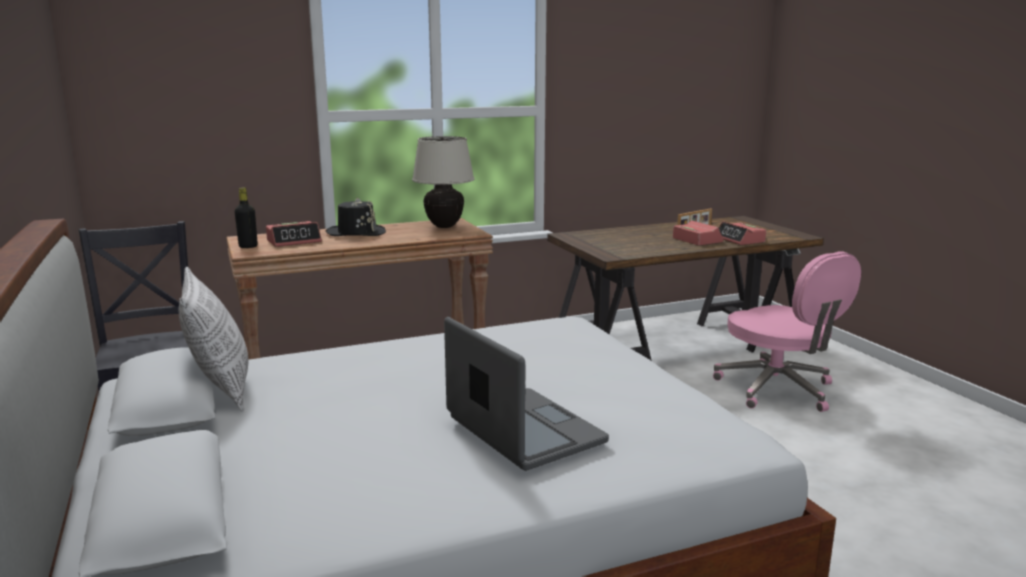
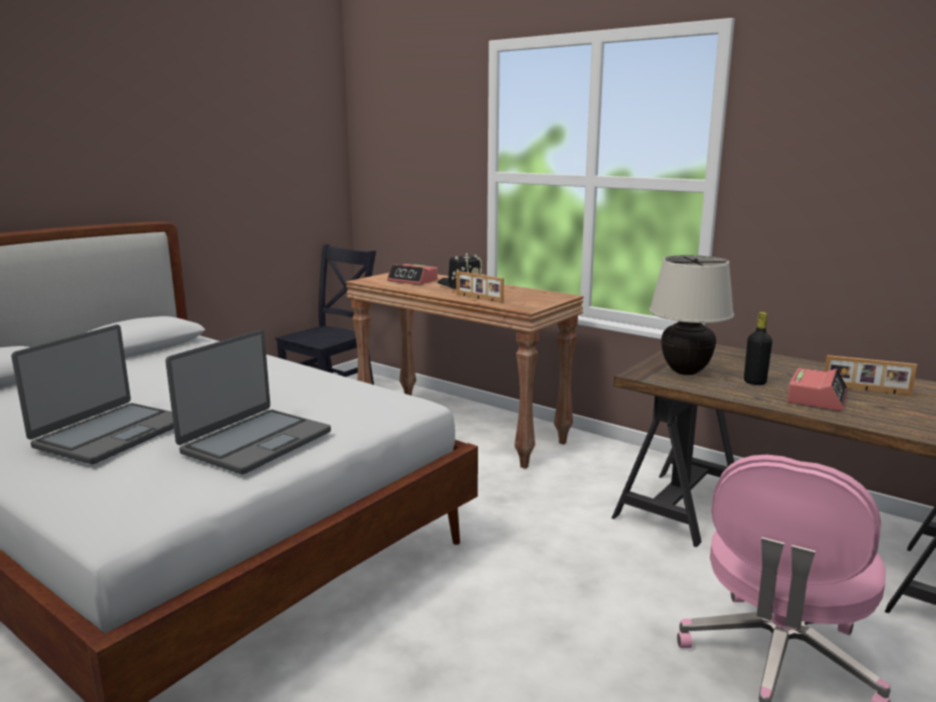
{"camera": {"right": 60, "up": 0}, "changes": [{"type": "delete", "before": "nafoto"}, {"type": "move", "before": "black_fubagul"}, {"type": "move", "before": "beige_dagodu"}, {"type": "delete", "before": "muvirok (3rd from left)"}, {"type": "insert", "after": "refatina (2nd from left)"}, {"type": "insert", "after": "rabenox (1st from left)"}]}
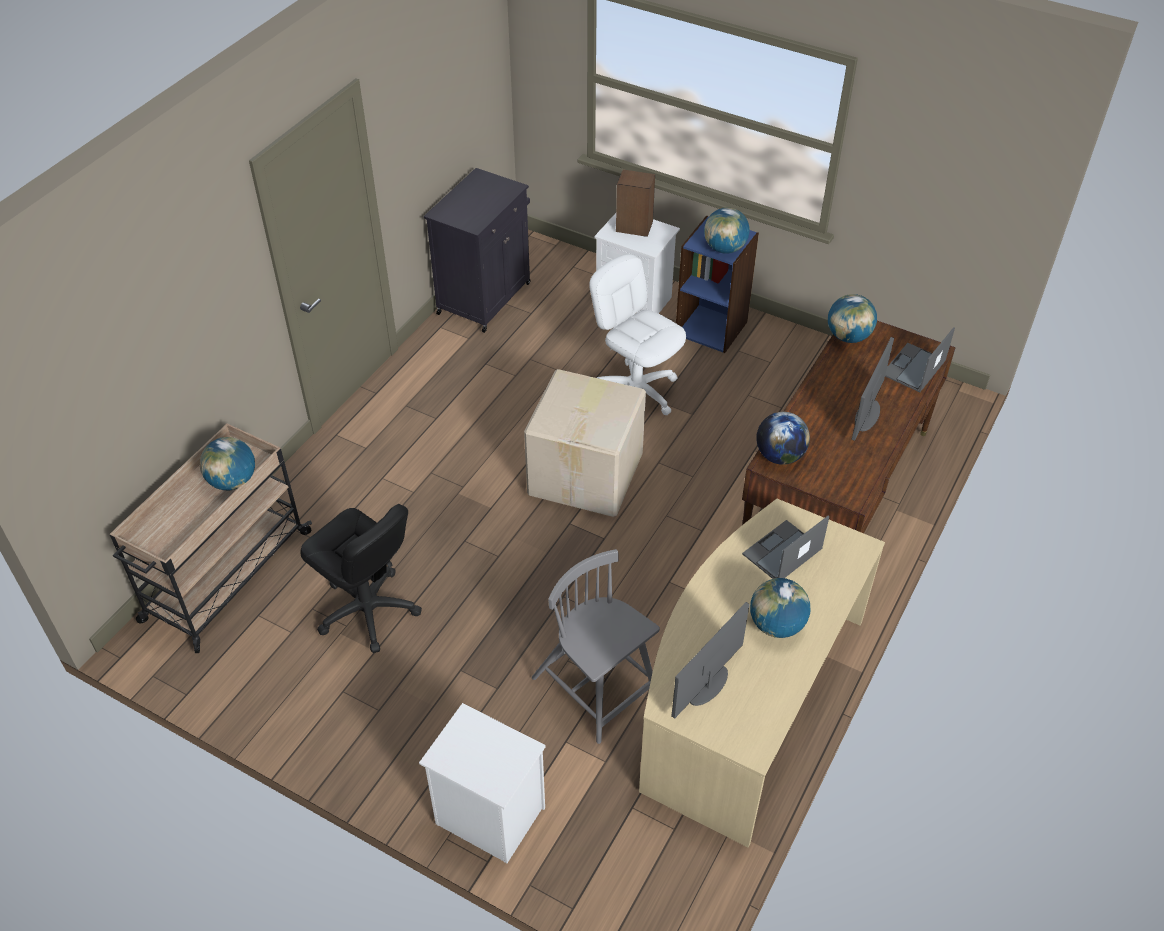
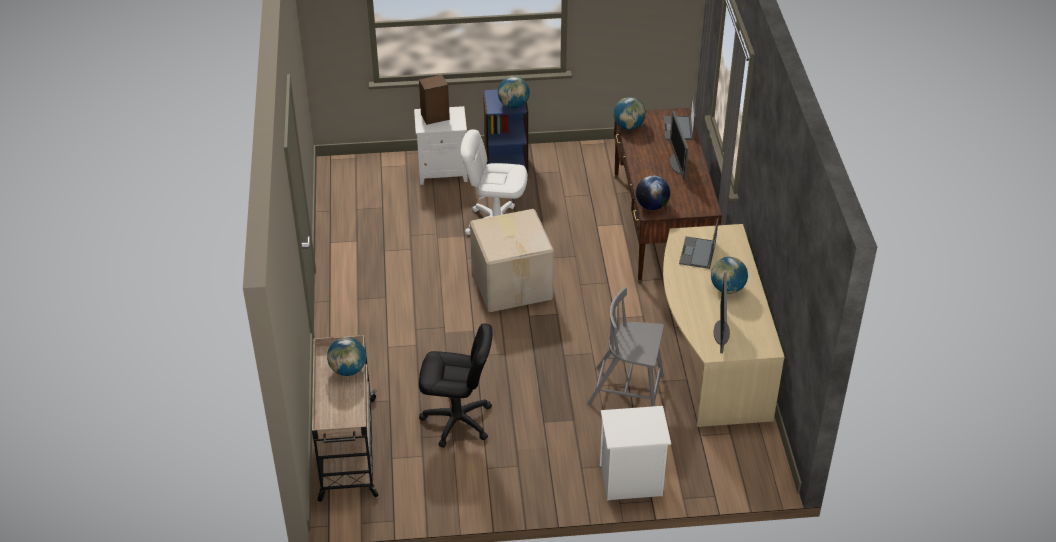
{"camera": {"right": -35, "up": -5}, "changes": [{"type": "delete", "before": "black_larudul"}]}
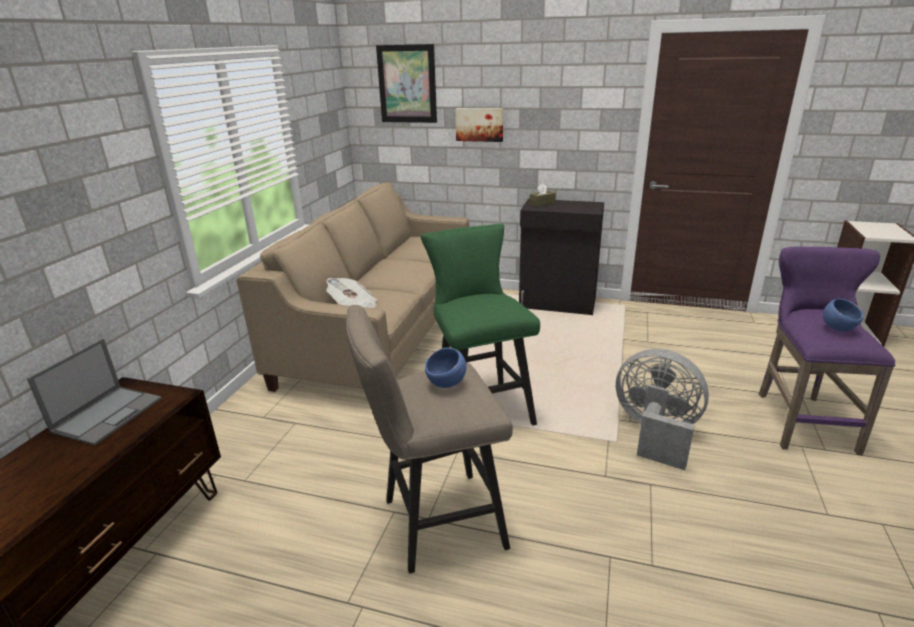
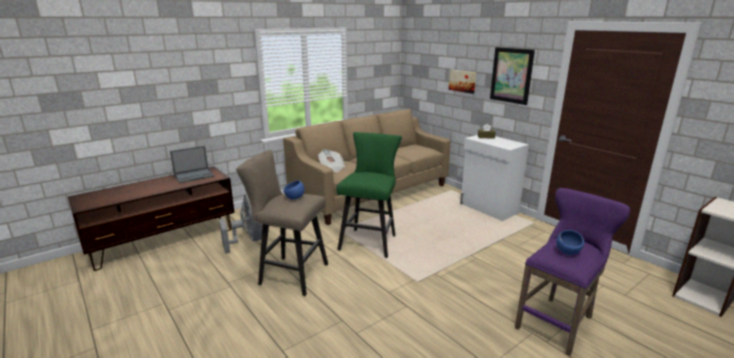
{"camera": {"right": 35, "up": -5}, "changes": [{"type": "move", "before": "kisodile (1st from left in the first image)", "after": "kisodile (2nd from left)"}, {"type": "recolor", "before": "black_larudul", "after": "white_larudul"}, {"type": "move", "before": "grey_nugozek"}]}
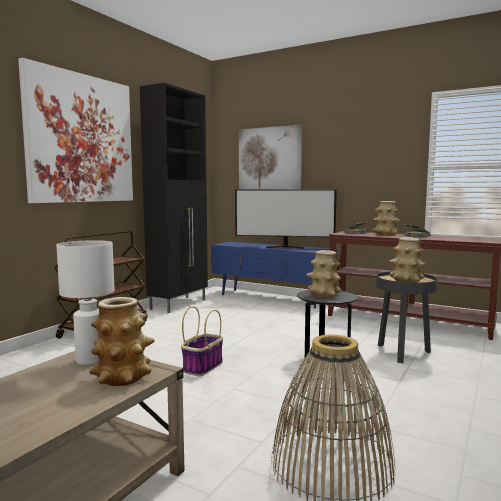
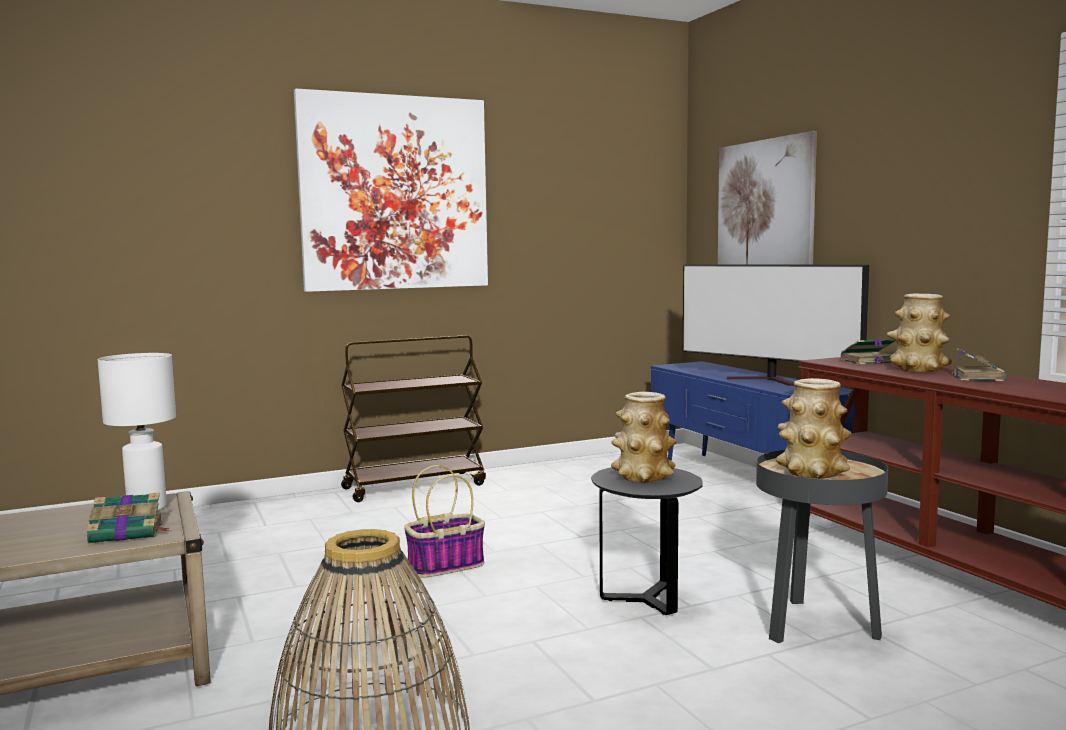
{"camera": {"right": 35, "up": 0}, "changes": [{"type": "replace", "before": "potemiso (1st from left)", "after": "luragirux (1st from left)"}, {"type": "delete", "before": "black_larudul"}]}
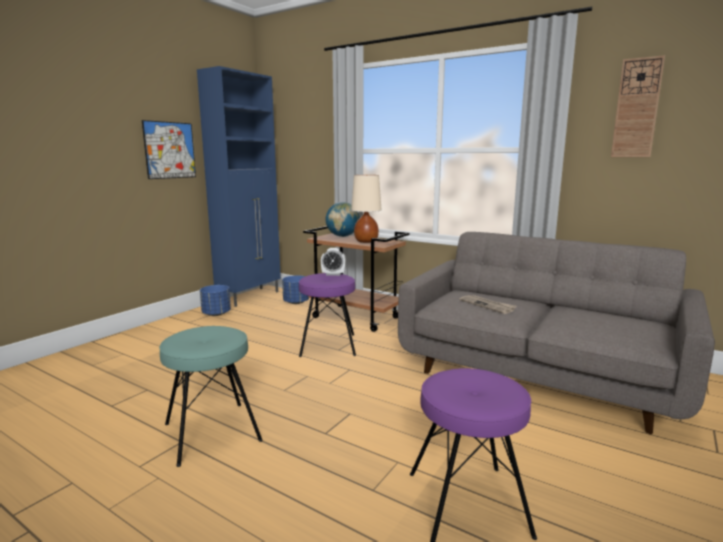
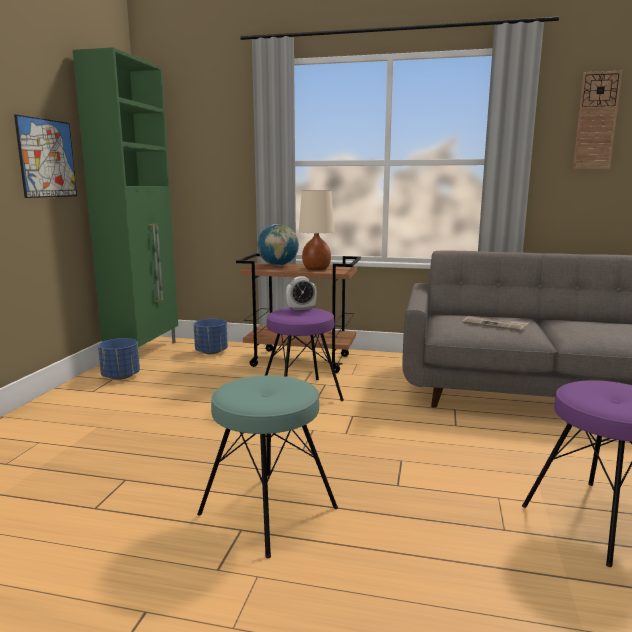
{"camera": {"right": -20, "up": 0}, "changes": [{"type": "recolor", "before": "blue_larudul", "after": "green_larudul"}]}
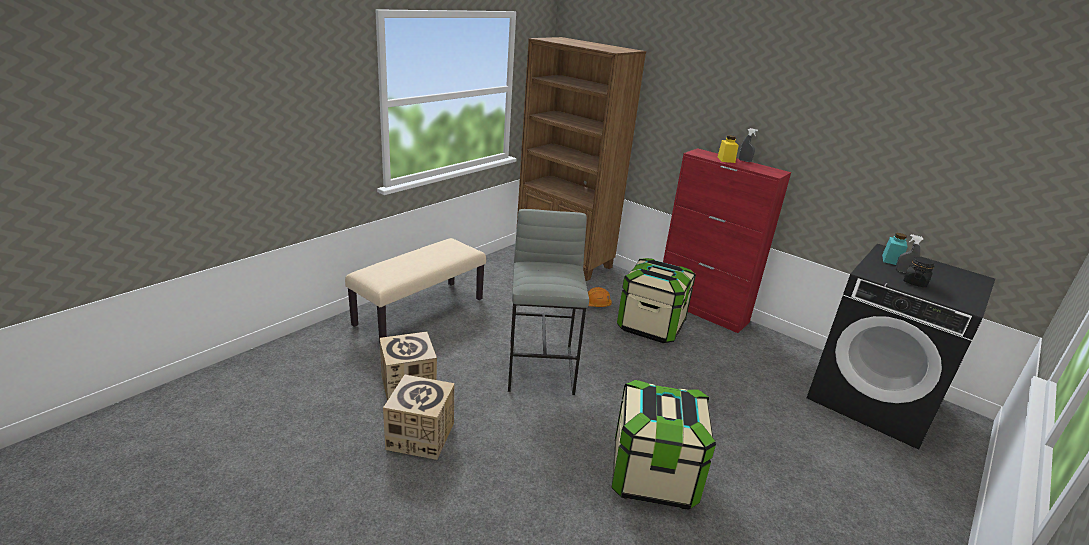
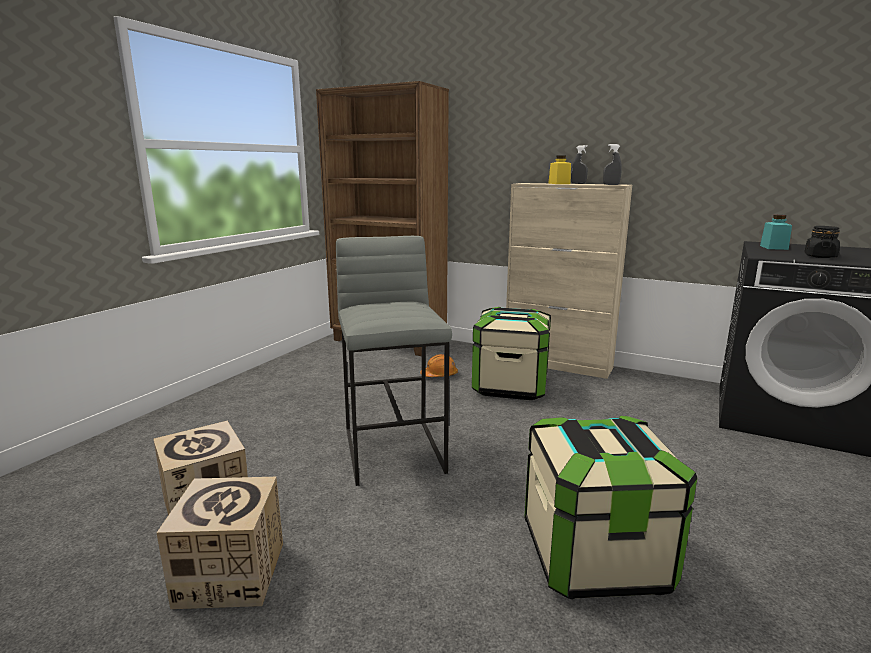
{"camera": {"right": -10, "up": -10}, "changes": [{"type": "delete", "before": "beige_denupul"}, {"type": "recolor", "before": "red_larudul", "after": "beige_larudul"}, {"type": "move", "before": "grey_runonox (2nd from left)"}]}
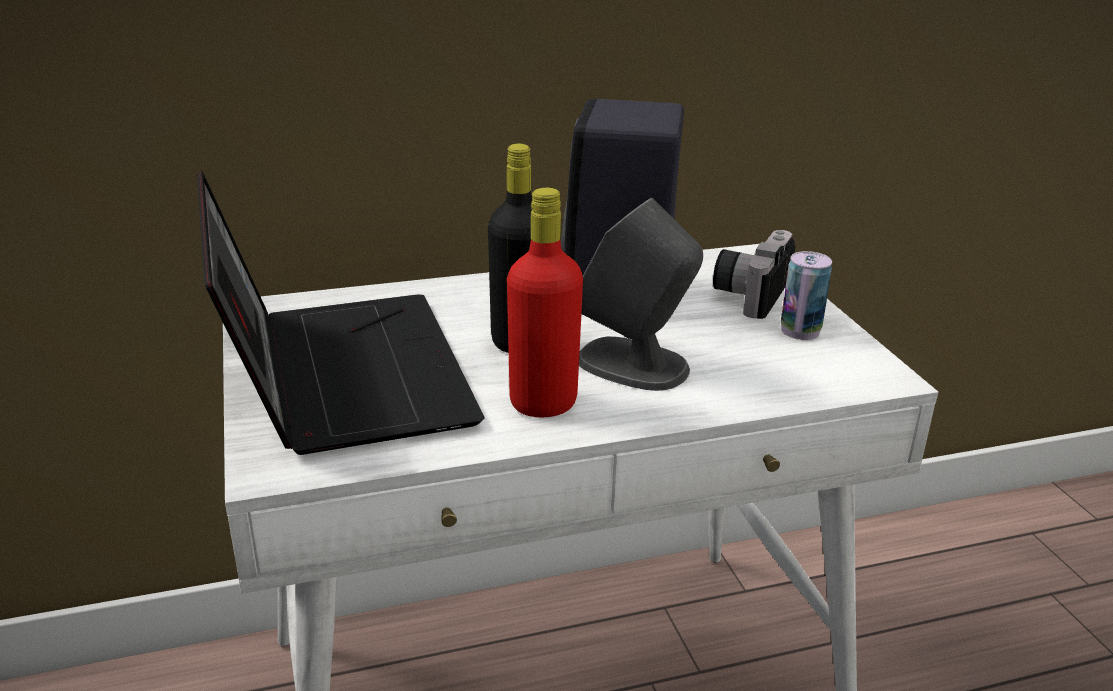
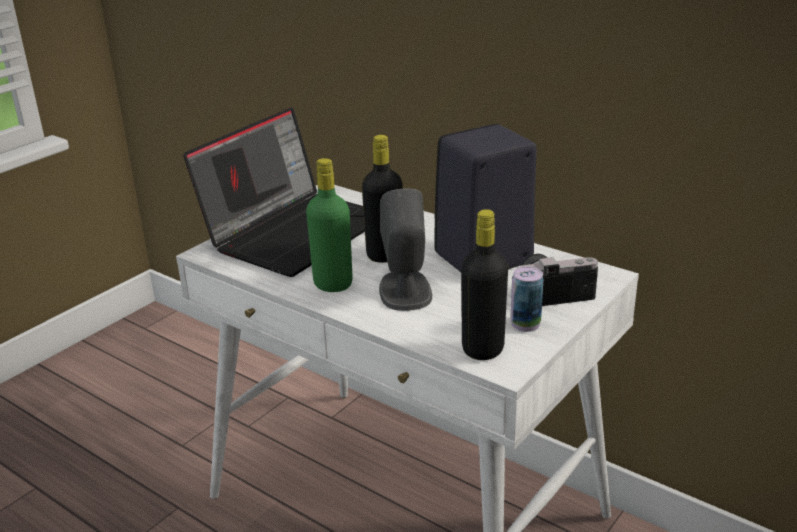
{"camera": {"right": 55, "up": 0}, "changes": [{"type": "recolor", "before": "red_fubagul", "after": "green_fubagul"}, {"type": "insert", "after": "black_fubagul (2nd from left)"}]}
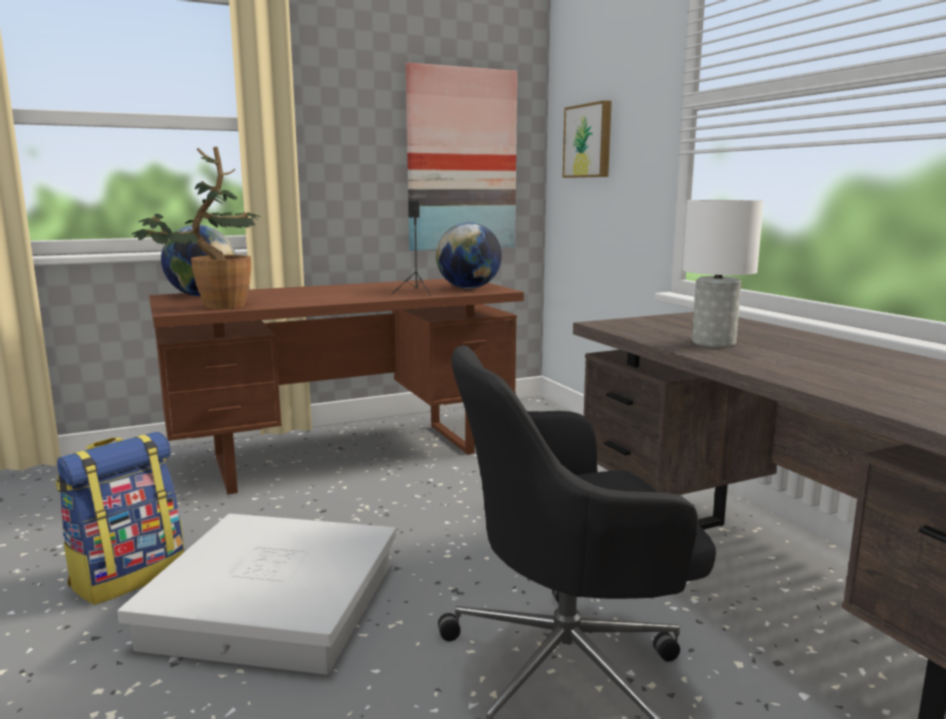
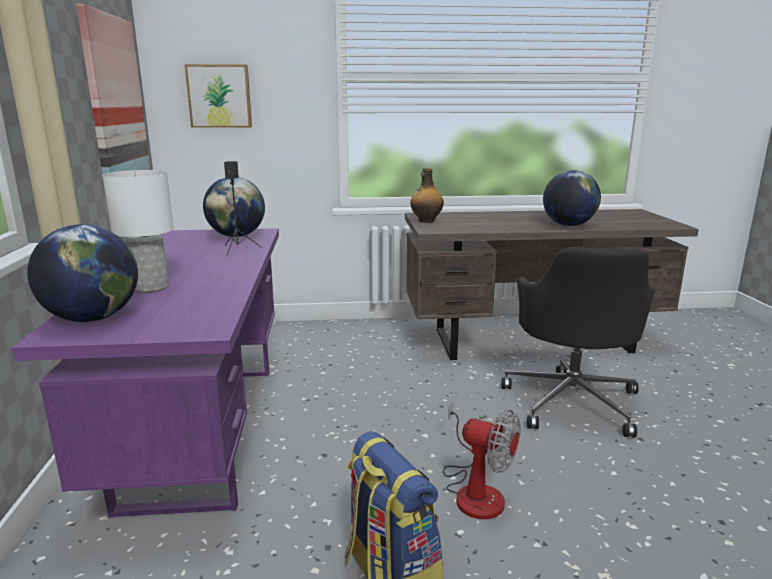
{"camera": {"right": -70, "up": 5}, "changes": [{"type": "replace", "before": "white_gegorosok", "after": "nugozek"}, {"type": "delete", "before": "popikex"}, {"type": "recolor", "before": "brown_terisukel (1st from left)", "after": "purple_terisukel"}, {"type": "move", "before": "white_dagodu"}, {"type": "insert", "after": "fubagul"}, {"type": "insert", "after": "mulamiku (3rd from left)"}]}
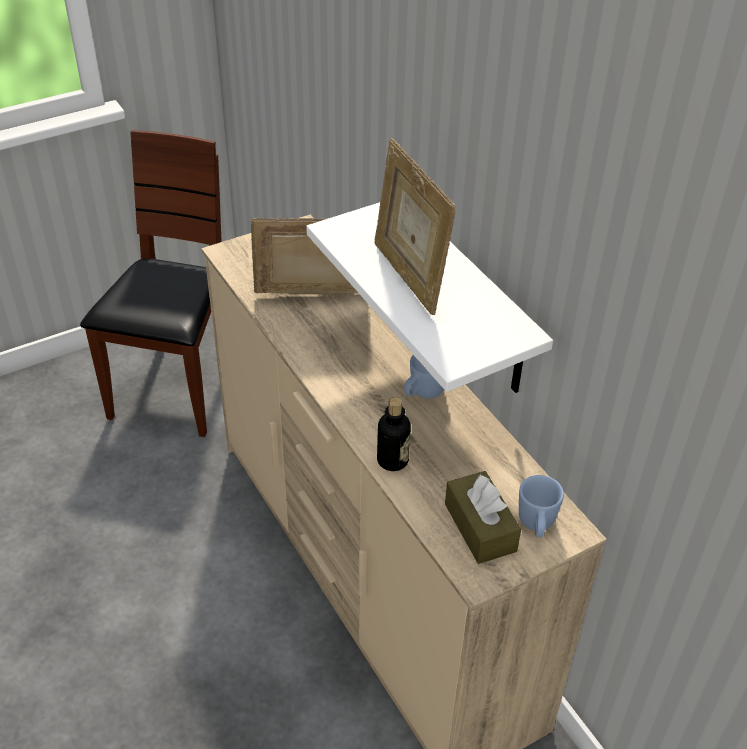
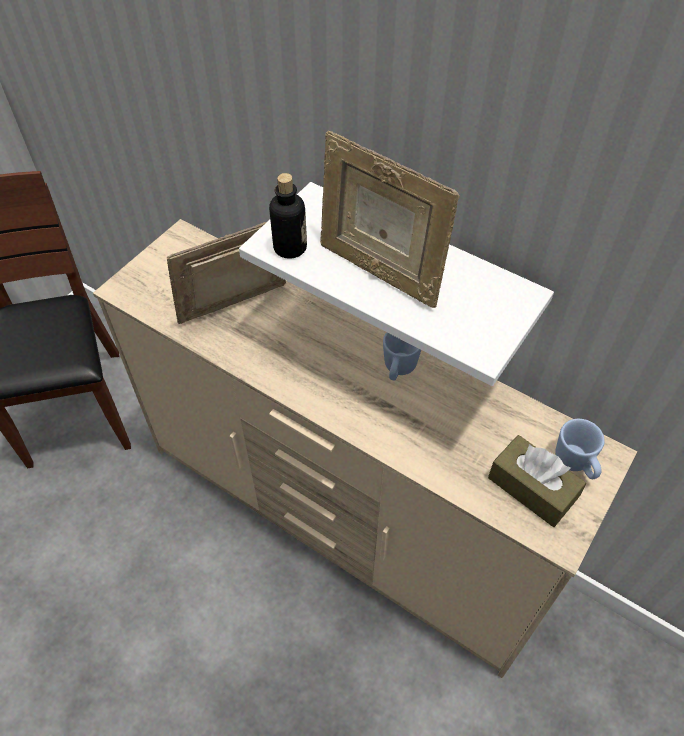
{"camera": {"right": -25, "up": 10}, "changes": [{"type": "move", "before": "fubagul"}]}
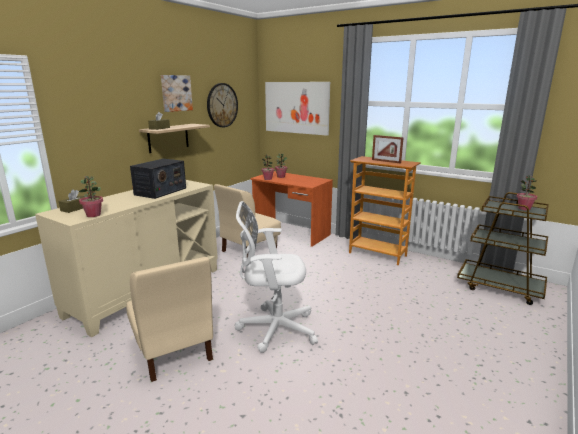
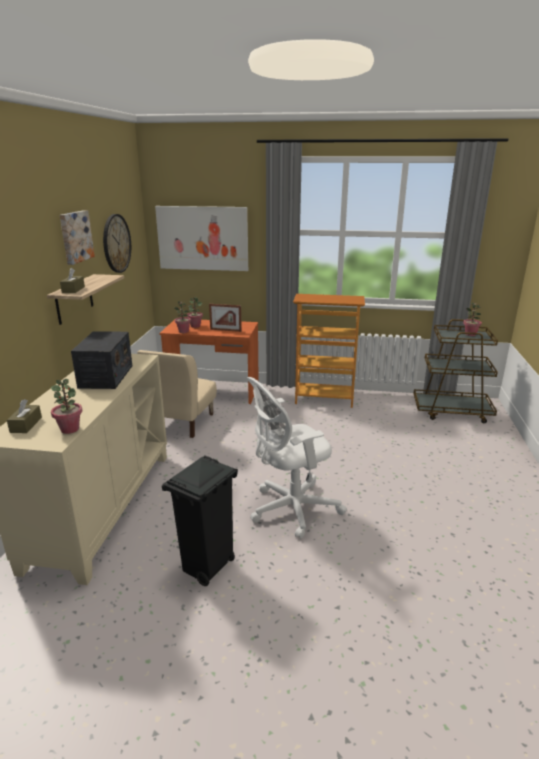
{"camera": {"right": -25, "up": 5}, "changes": [{"type": "replace", "before": "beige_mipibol (1st from left)", "after": "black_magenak"}, {"type": "move", "before": "rabenox"}]}
